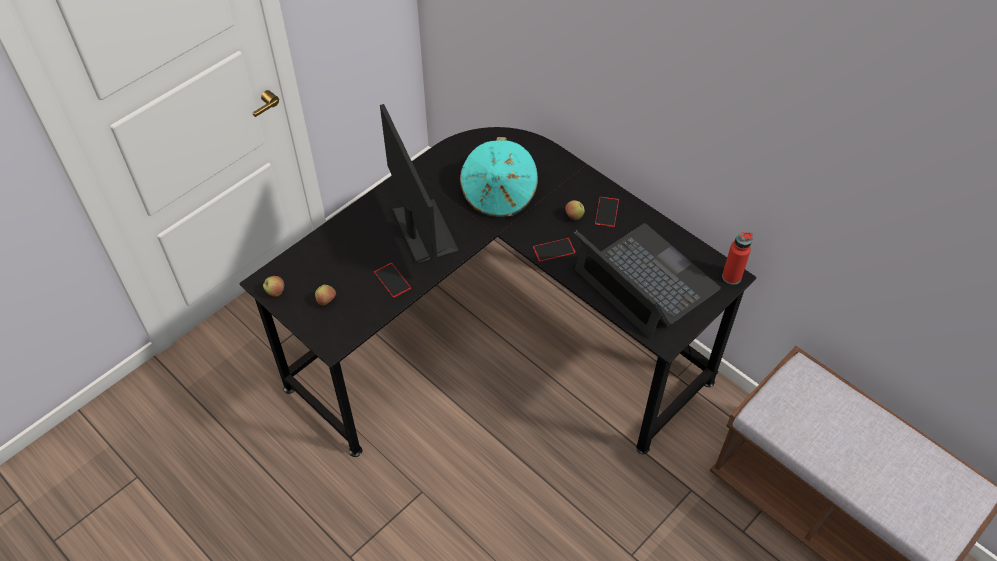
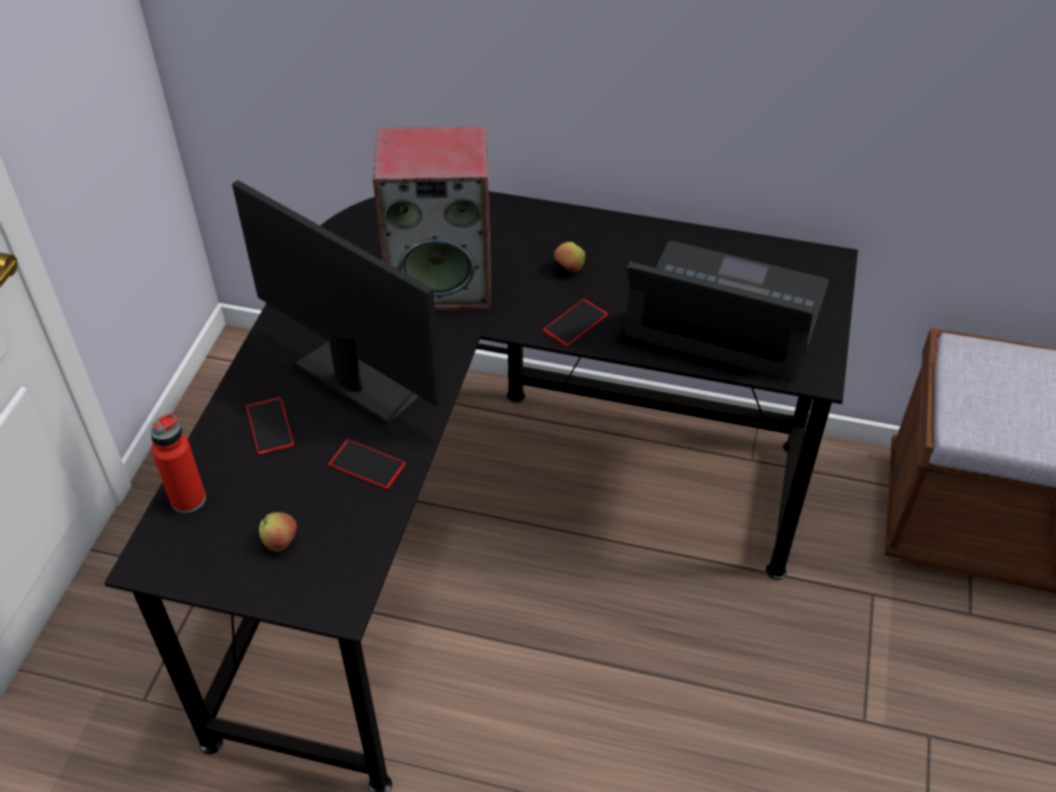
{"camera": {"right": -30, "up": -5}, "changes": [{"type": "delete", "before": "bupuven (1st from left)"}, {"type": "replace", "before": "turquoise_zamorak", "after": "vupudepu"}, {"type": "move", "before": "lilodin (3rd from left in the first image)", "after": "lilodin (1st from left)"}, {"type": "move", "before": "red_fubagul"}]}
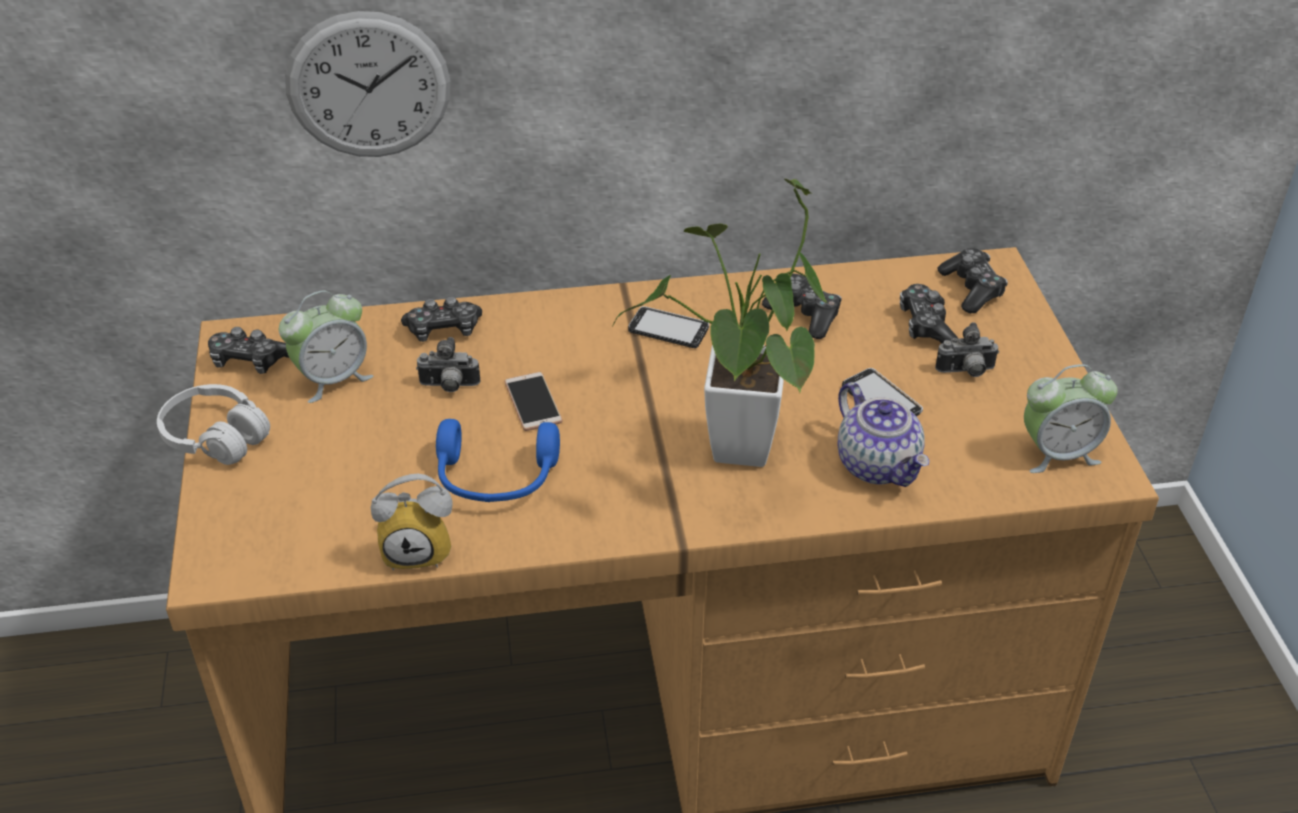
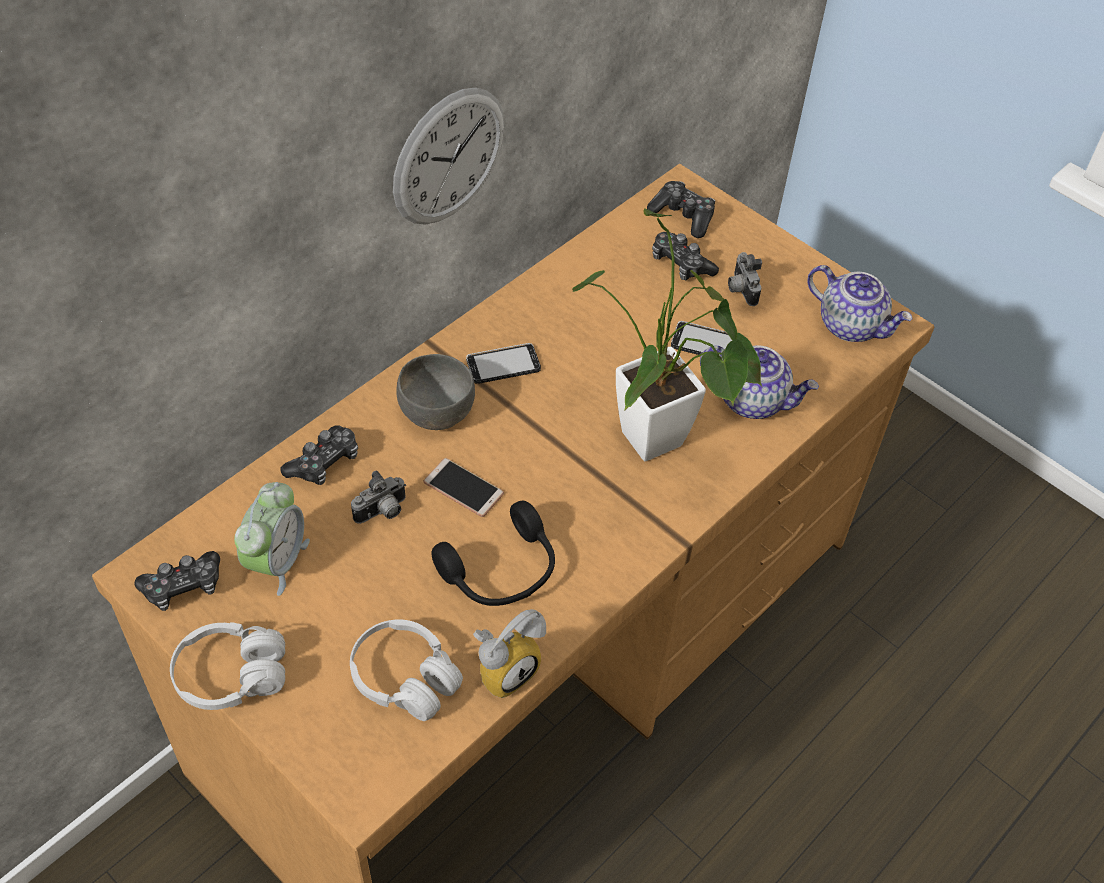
{"camera": {"right": -40, "up": 10}, "changes": [{"type": "move", "before": "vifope"}, {"type": "recolor", "before": "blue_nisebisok", "after": "black_nisebisok"}, {"type": "delete", "before": "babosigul (3rd from left)"}, {"type": "rotate", "before": "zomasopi (2nd from left)", "turn": 120}, {"type": "replace", "before": "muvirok (3rd from left)", "after": "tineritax (2nd from left)"}, {"type": "insert", "after": "white_nisebisok (2nd from left)"}, {"type": "insert", "after": "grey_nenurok"}]}
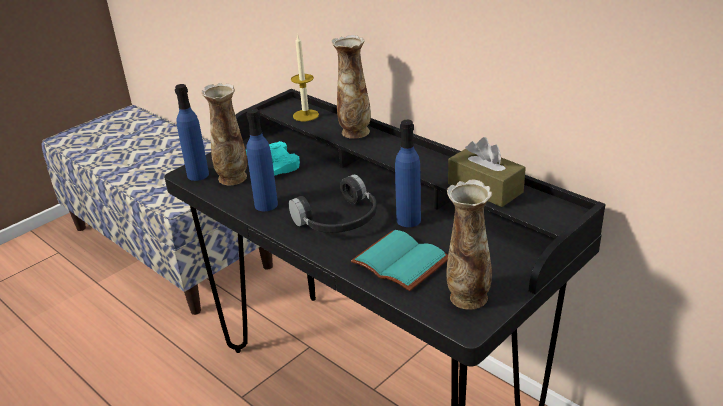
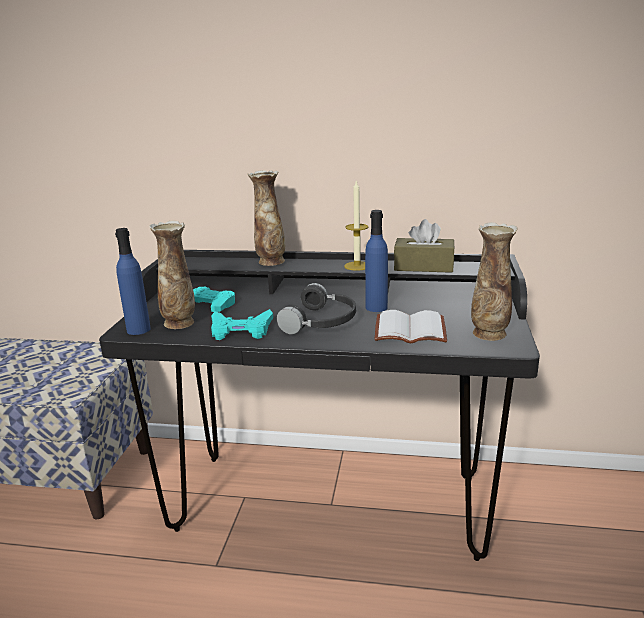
{"camera": {"right": -35, "up": -10}, "changes": [{"type": "replace", "before": "blue_fubagul (2nd from left)", "after": "turquoise_babosigul (2nd from left)"}, {"type": "move", "before": "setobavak"}, {"type": "recolor", "before": "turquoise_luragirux", "after": "white_luragirux"}]}
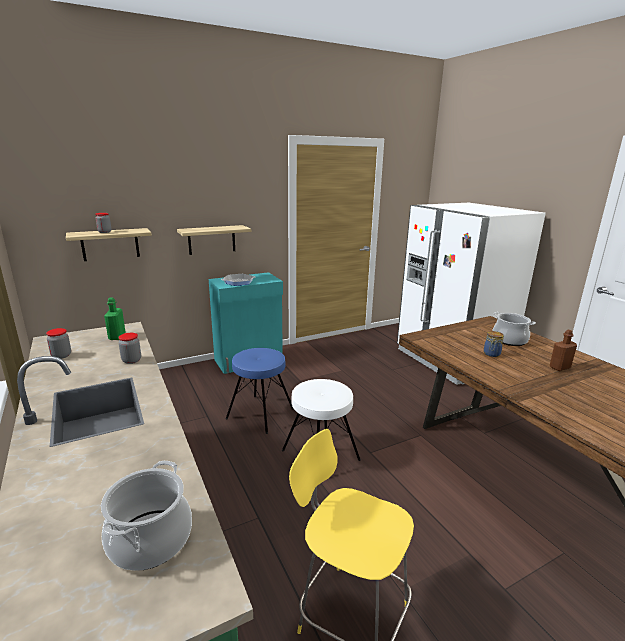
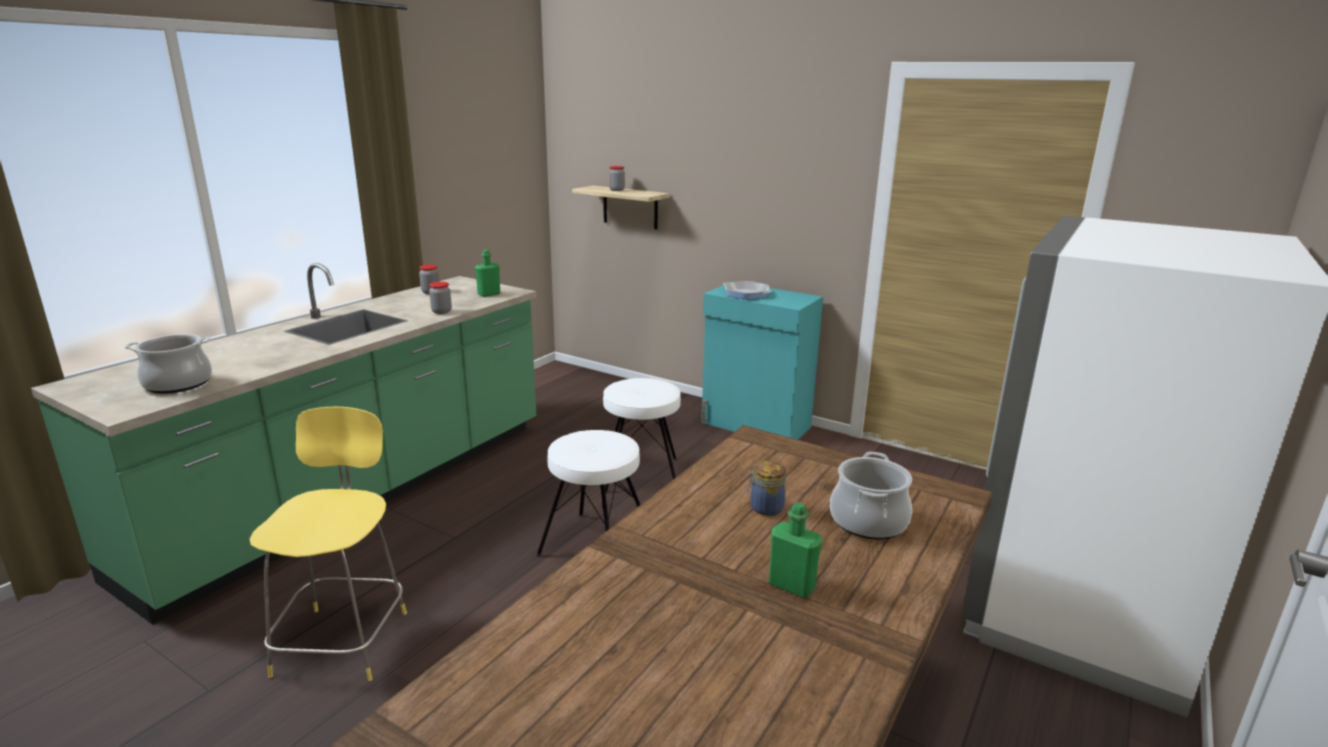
{"camera": {"right": 60, "up": 0}, "changes": [{"type": "delete", "before": "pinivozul (2nd from left)"}, {"type": "recolor", "before": "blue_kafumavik", "after": "white_kafumavik (2nd from left)"}, {"type": "recolor", "before": "brown_fubagul", "after": "green_fubagul (2nd from left)"}]}
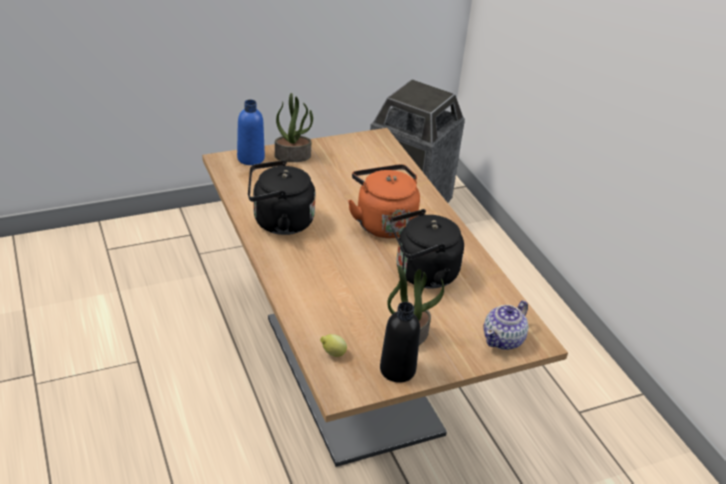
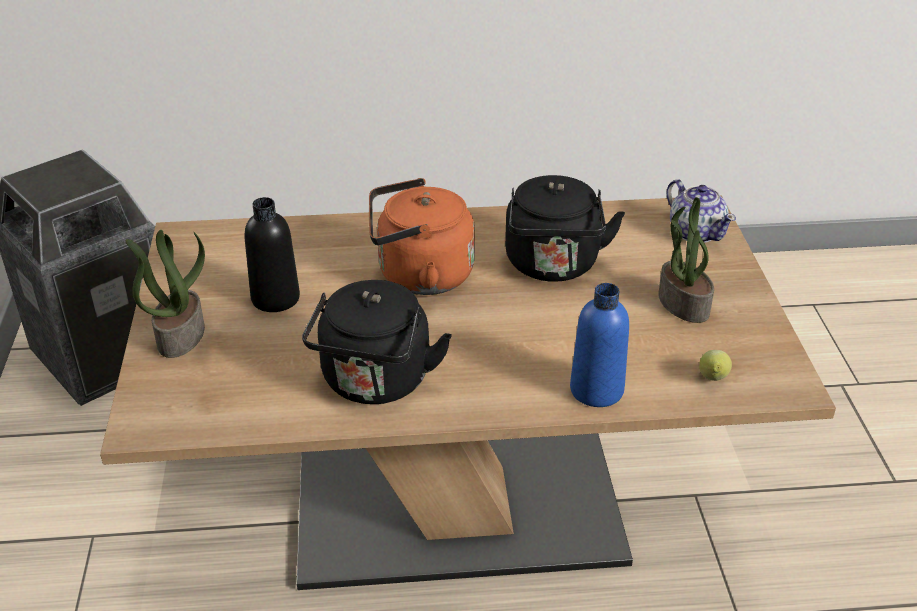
{"camera": {"right": -70, "up": 0}, "changes": [{"type": "move", "before": "blue_fubagul"}, {"type": "move", "before": "black_fubagul"}]}
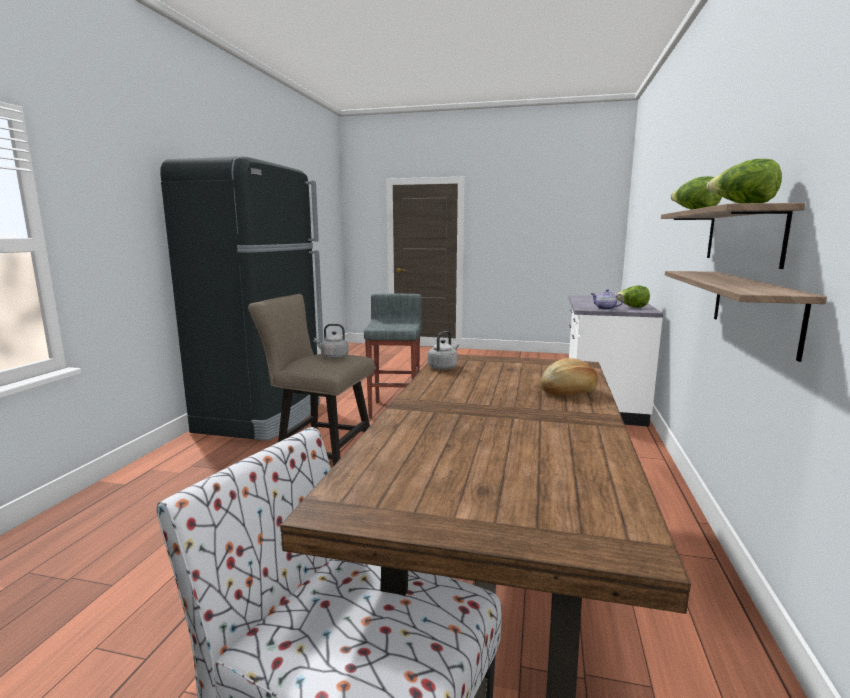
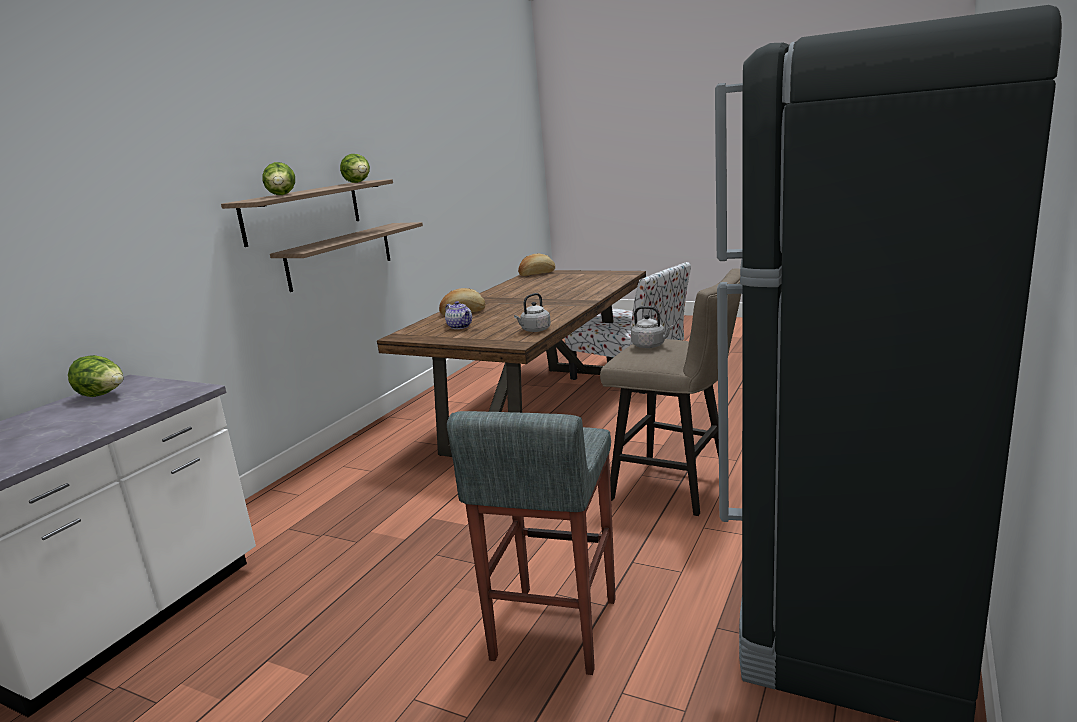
{"camera": {"right": -165, "up": 5}, "changes": [{"type": "move", "before": "tineritax"}, {"type": "insert", "after": "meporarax (2nd from left)"}]}
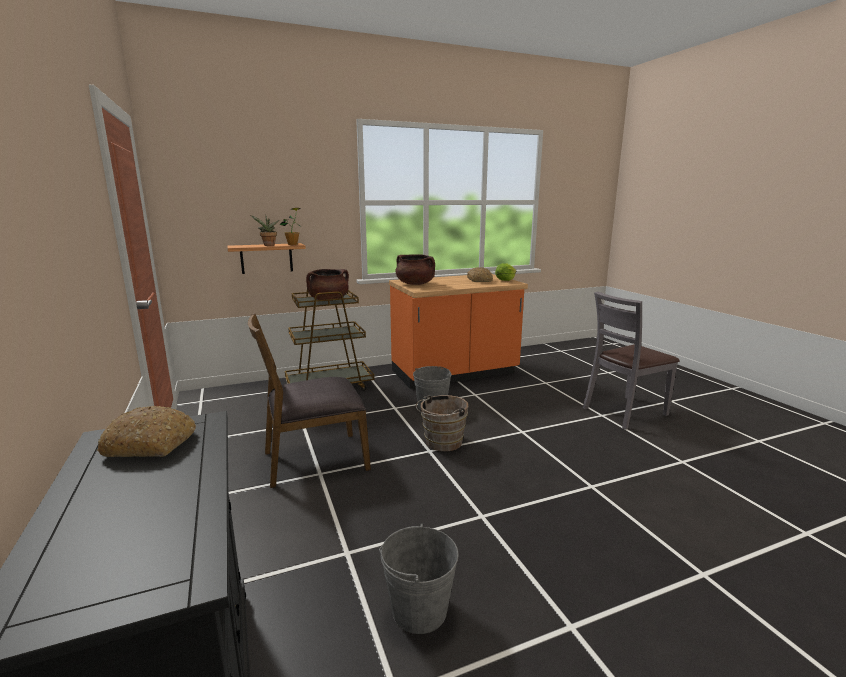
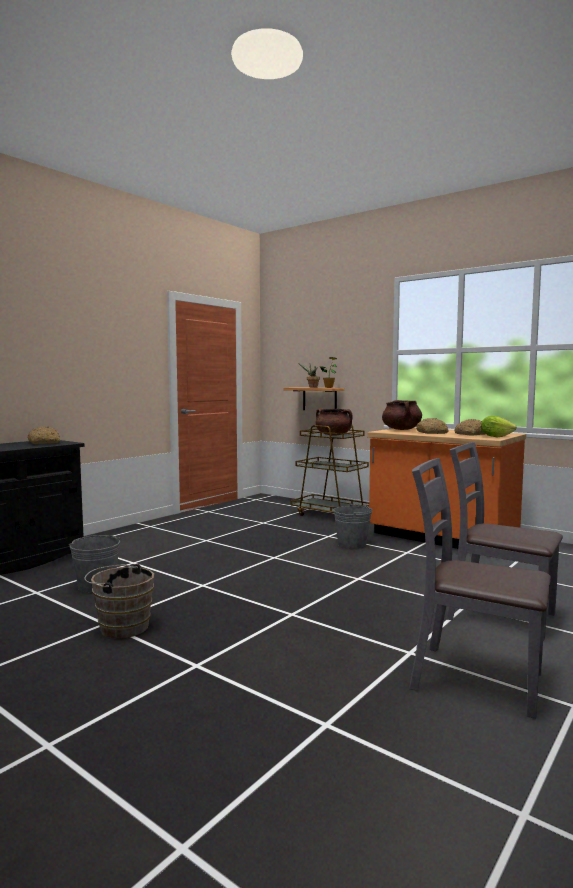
{"camera": {"right": 60, "up": -10}, "changes": [{"type": "delete", "before": "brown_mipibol"}, {"type": "move", "before": "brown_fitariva"}, {"type": "insert", "after": "grey_mipibol (1st from left)"}, {"type": "insert", "after": "meporarax (2nd from left)"}]}
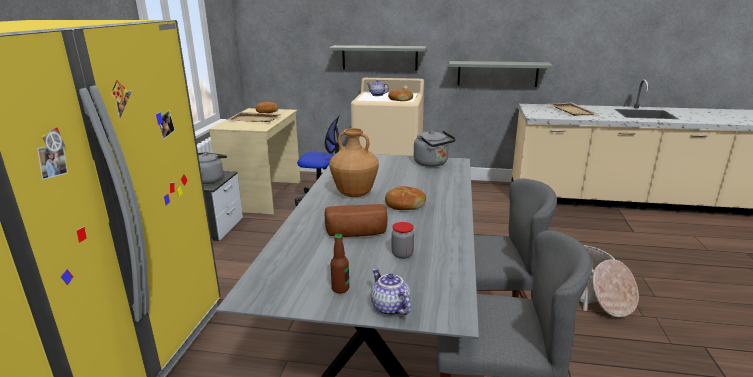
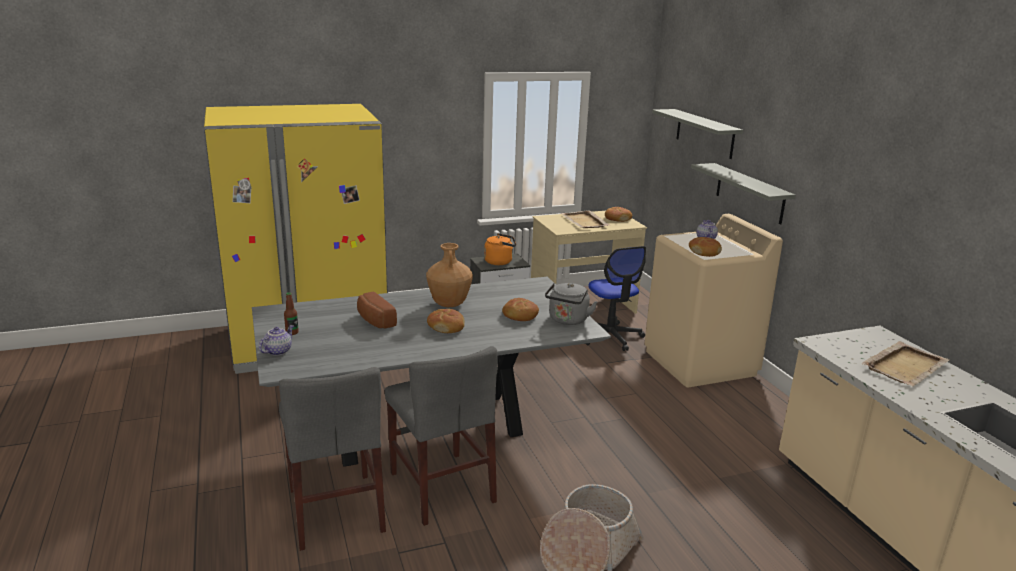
{"camera": {"right": 60, "up": 0}, "changes": [{"type": "recolor", "before": "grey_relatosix (1st from left)", "after": "orange_relatosix"}, {"type": "delete", "before": "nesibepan"}, {"type": "move", "before": "grey_pinivozul (2nd from left in the first image)", "after": "grey_pinivozul (1st from left)"}, {"type": "insert", "after": "meporarax (3rd from left)"}]}
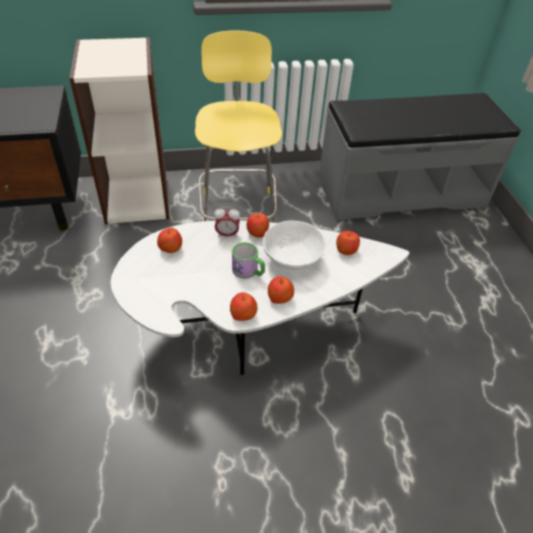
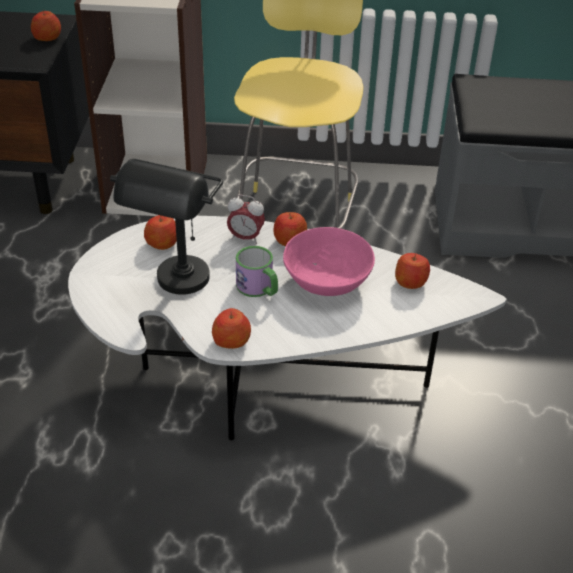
{"camera": {"right": 15, "up": -5}, "changes": [{"type": "recolor", "before": "white_nenurok", "after": "pink_nenurok"}, {"type": "move", "before": "bupuven (4th from left in the first image)", "after": "bupuven (1st from left)"}, {"type": "insert", "after": "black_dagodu"}]}
